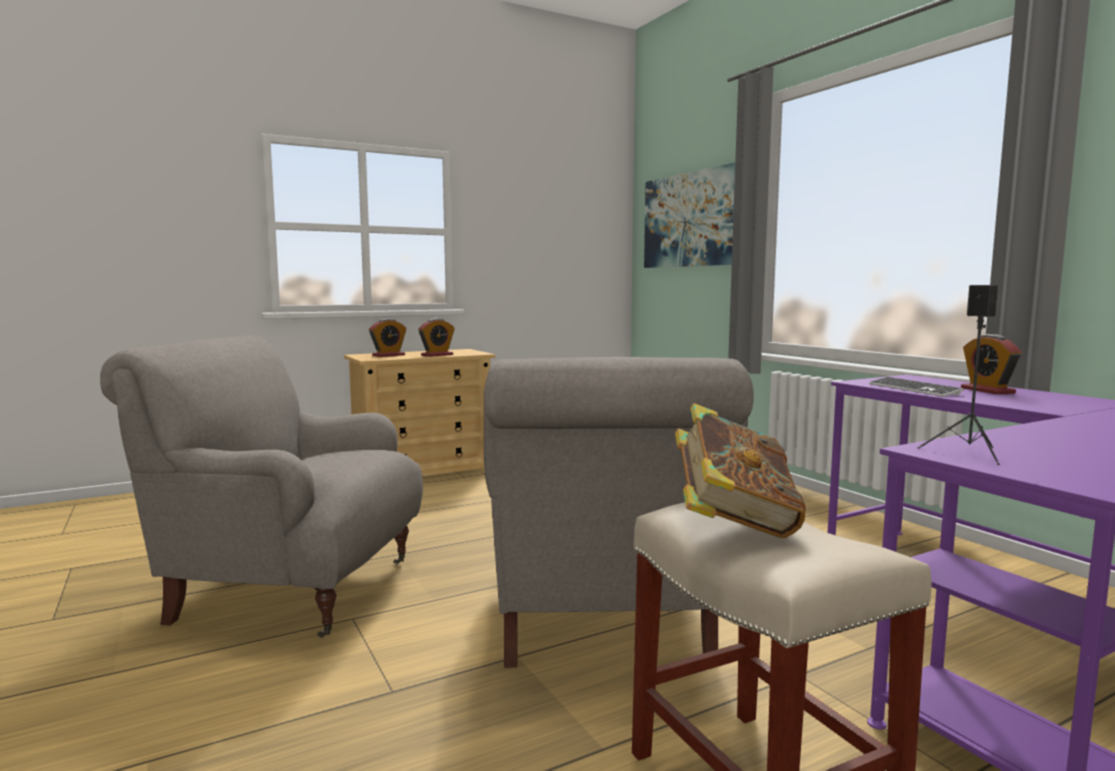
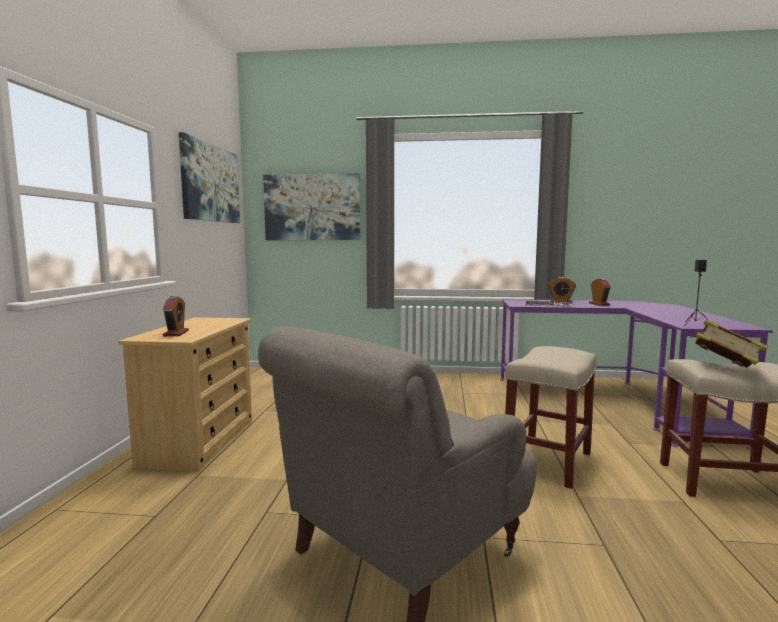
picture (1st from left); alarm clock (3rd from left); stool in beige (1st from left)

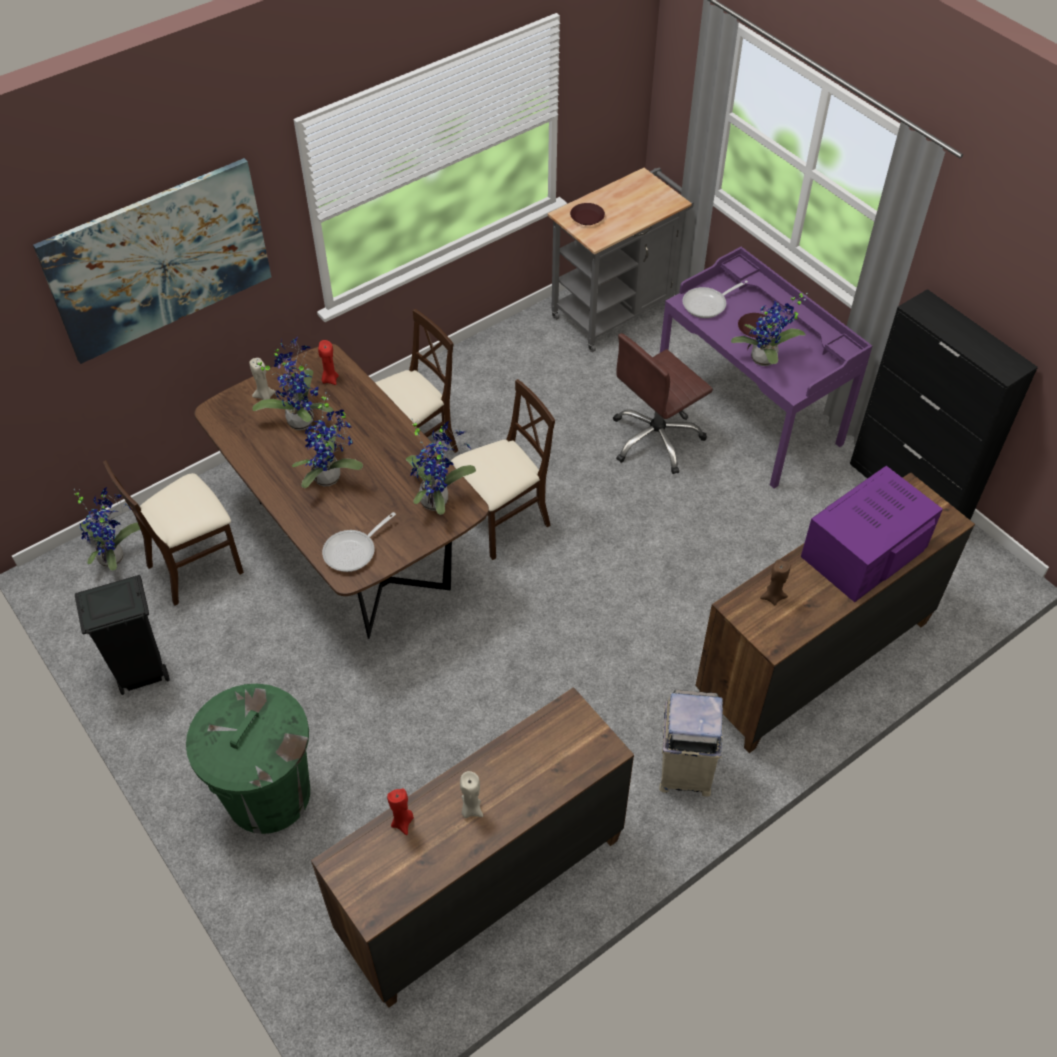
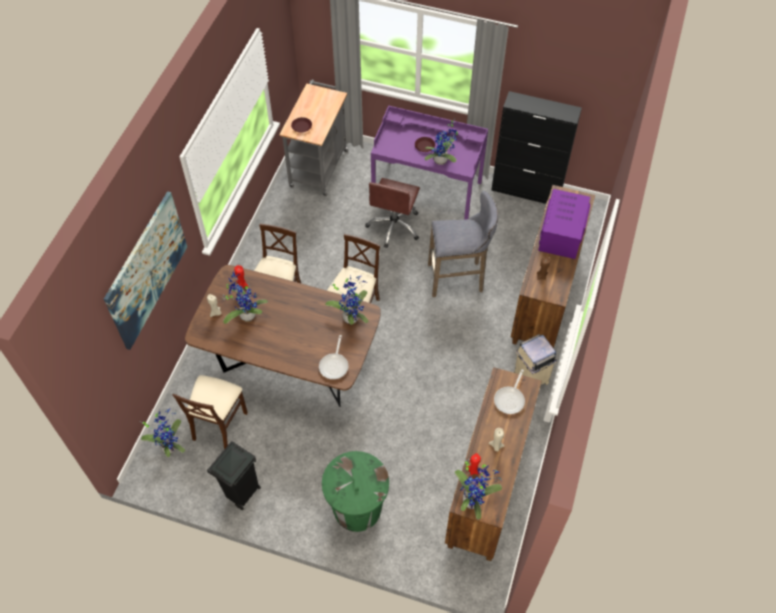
stool in grey; potted plant (5th from left); frying pan (2nd from left)

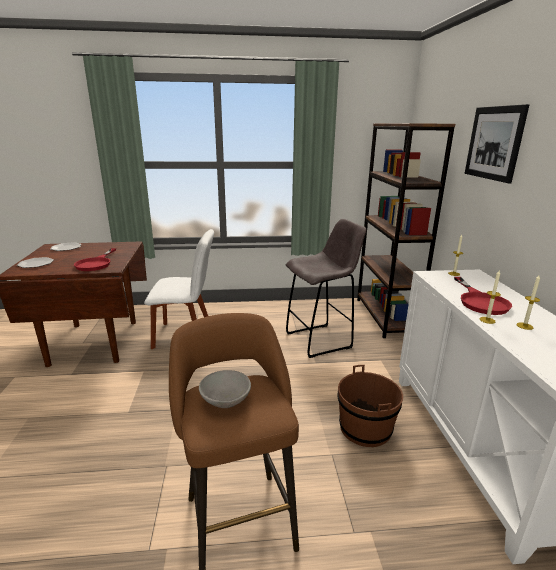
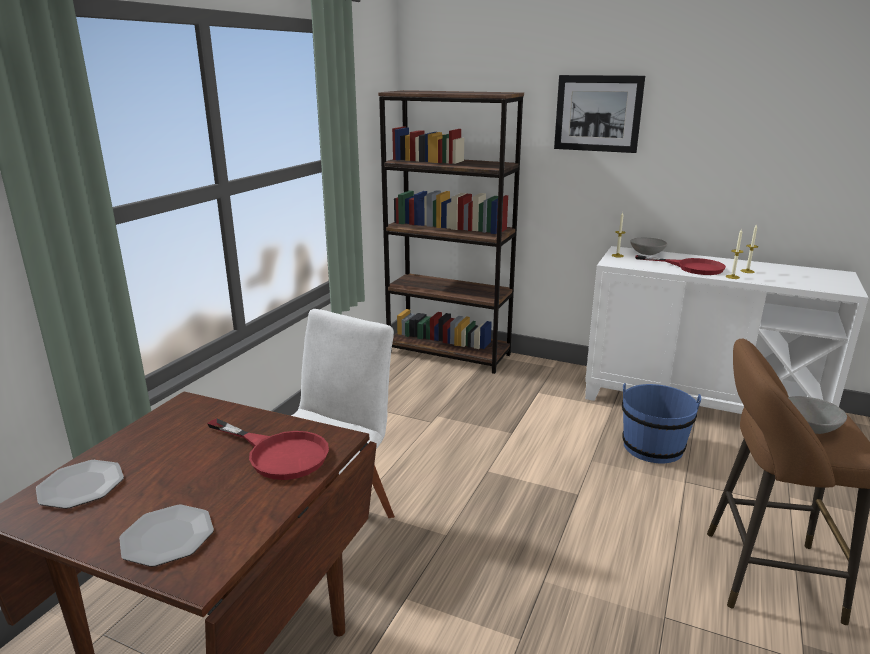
stool in grey; bowl in grey (1st from left); bucket in blue

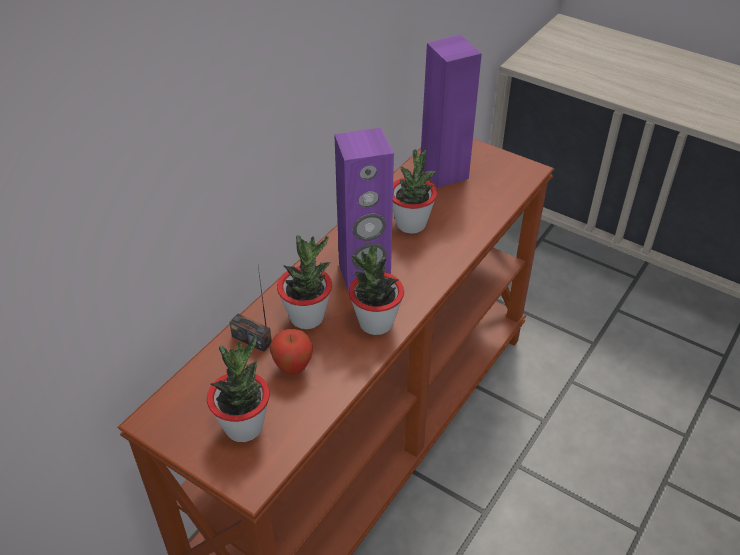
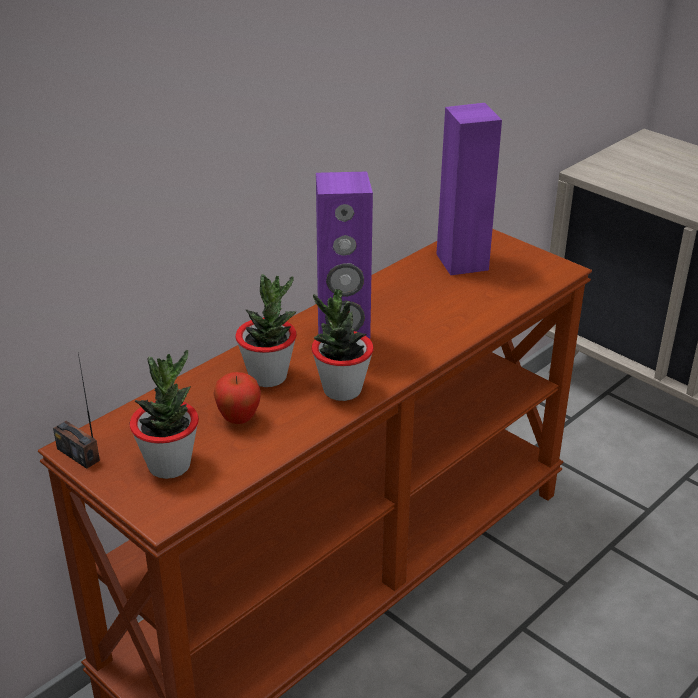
potted plant (4th from left in the first image); radio

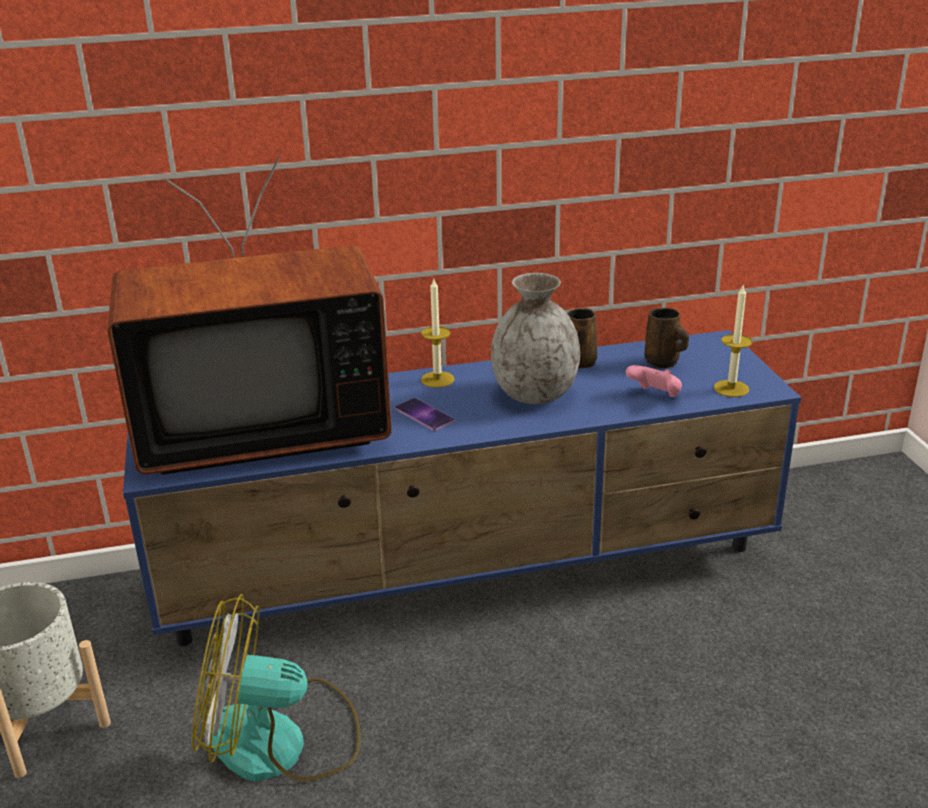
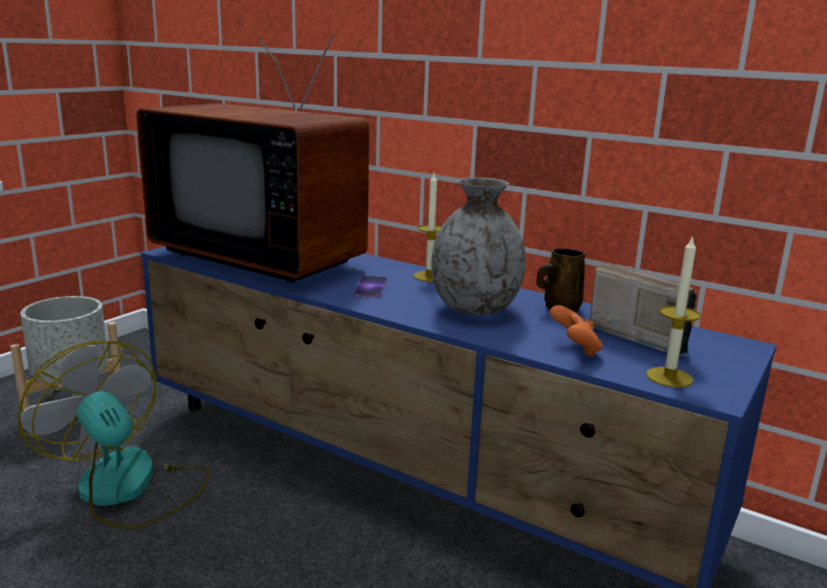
radio; game controller in orange

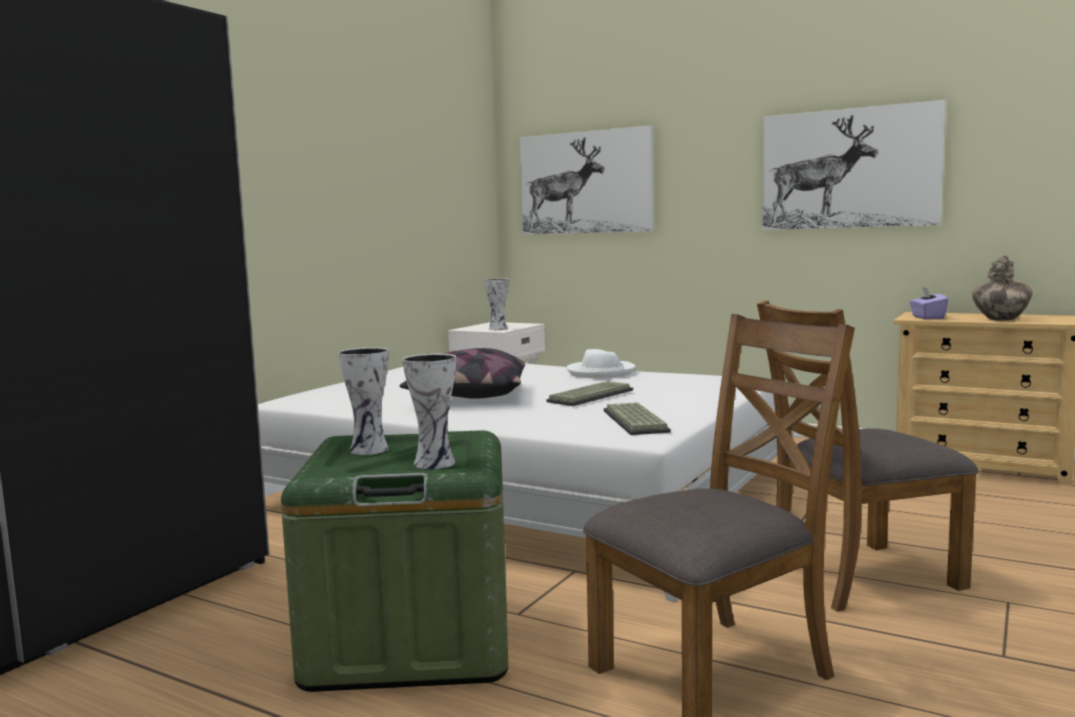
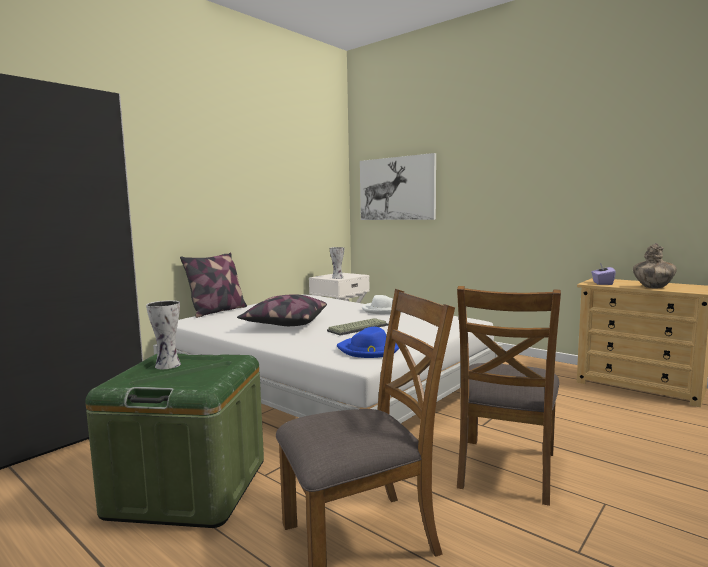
vase (2nd from left in the first image); picture (2nd from left in the first image); pillow (1st from left); hat in blue; chair in brown (2nd from left)

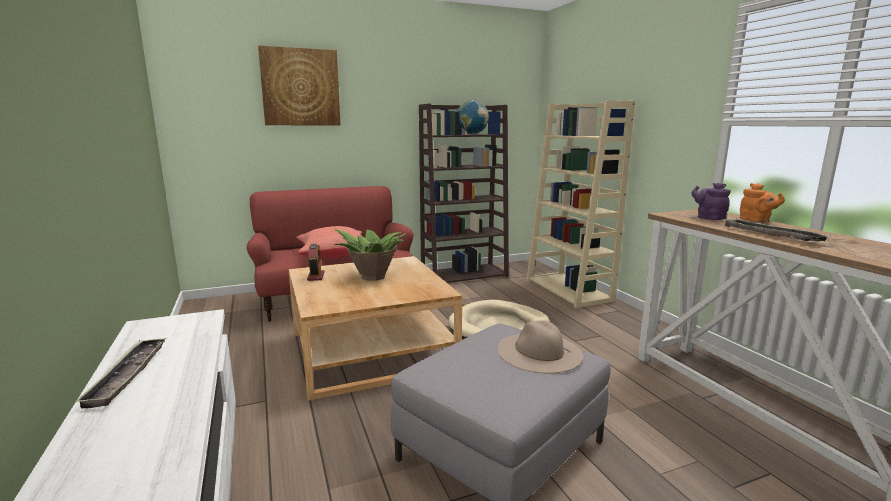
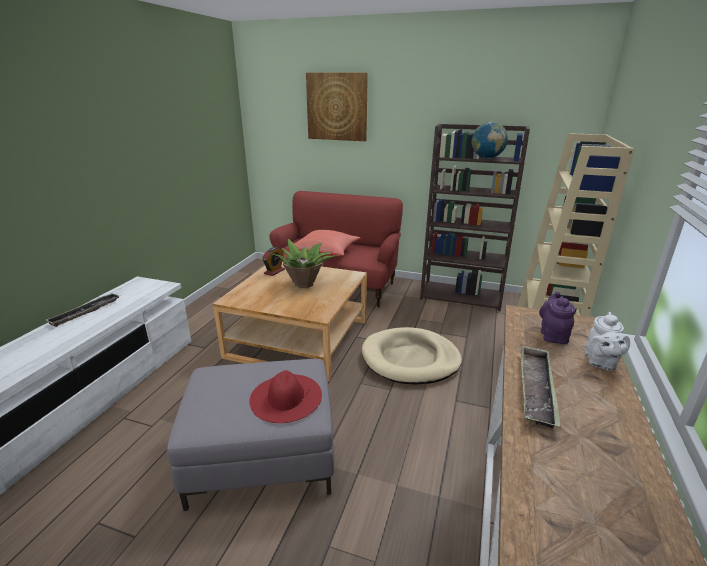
hat in red; teapot in white

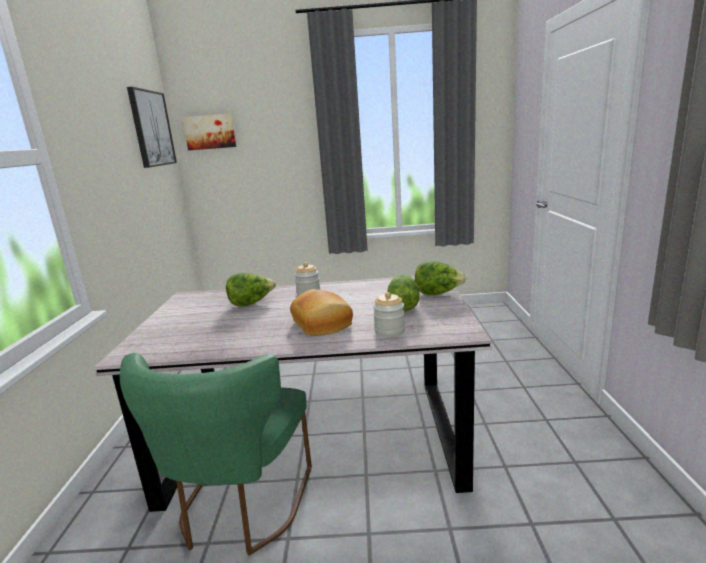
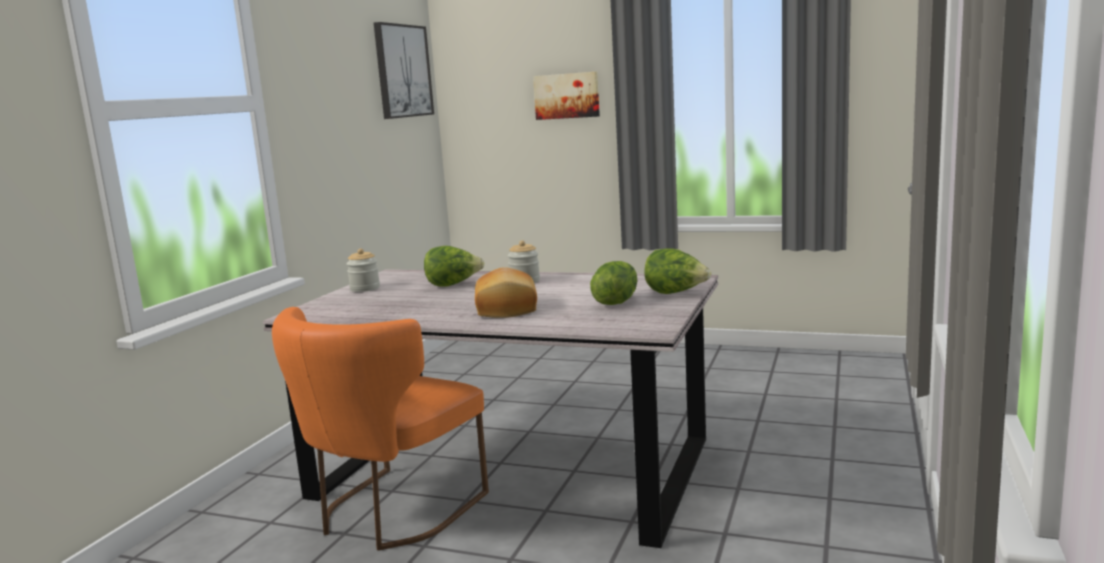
picture (2nd from left); jar (1st from left); chair in orange

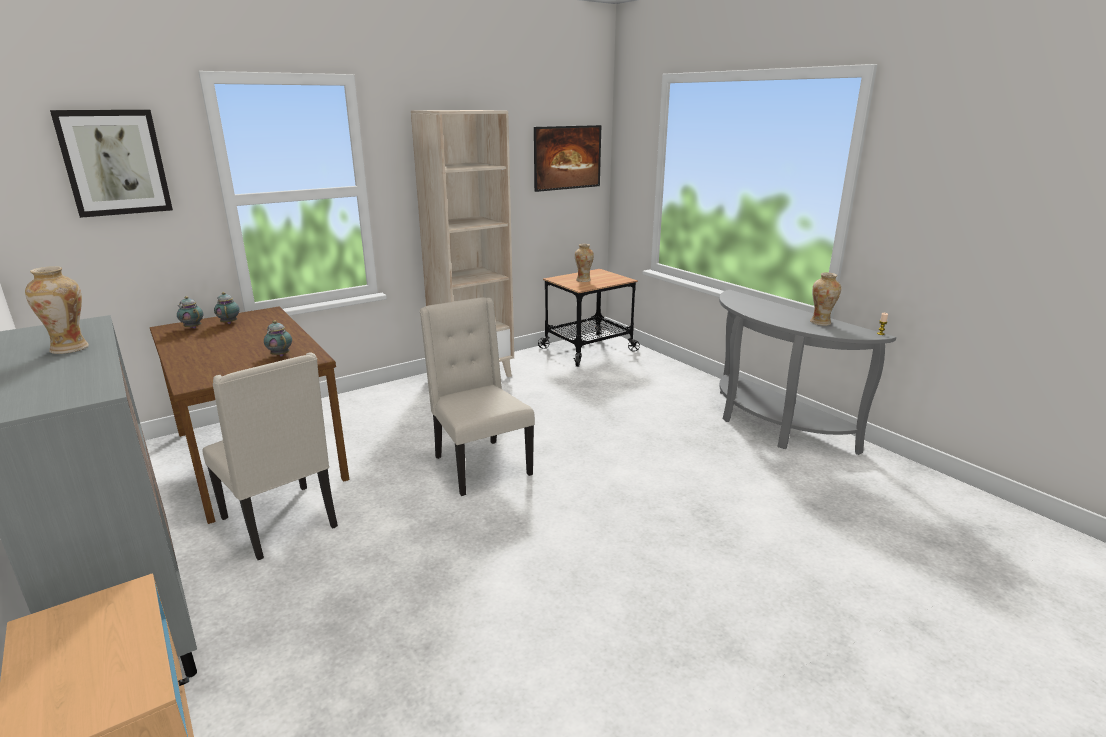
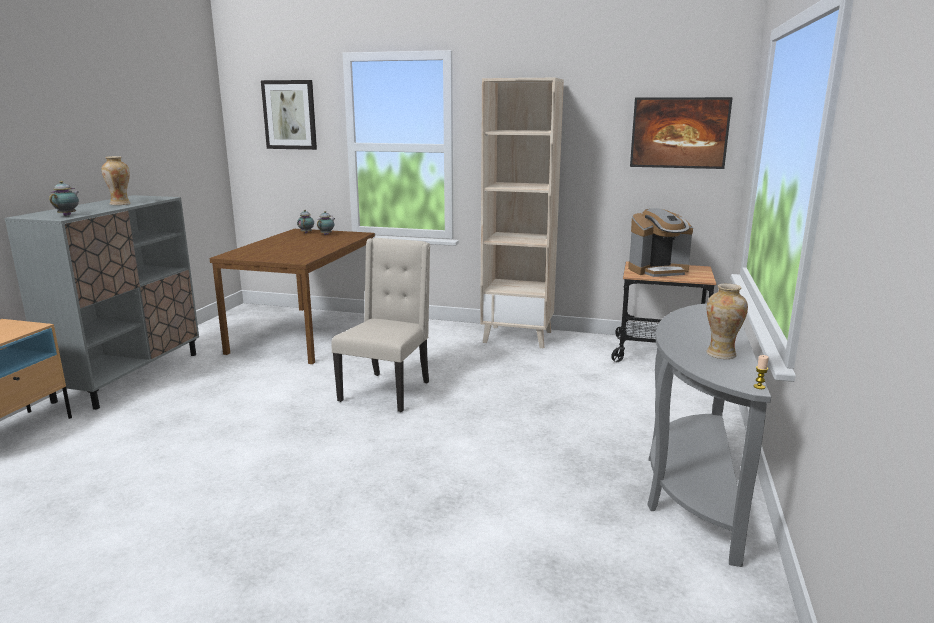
chair in beige (1st from left in the first image); teapot (1st from left); coffee machine

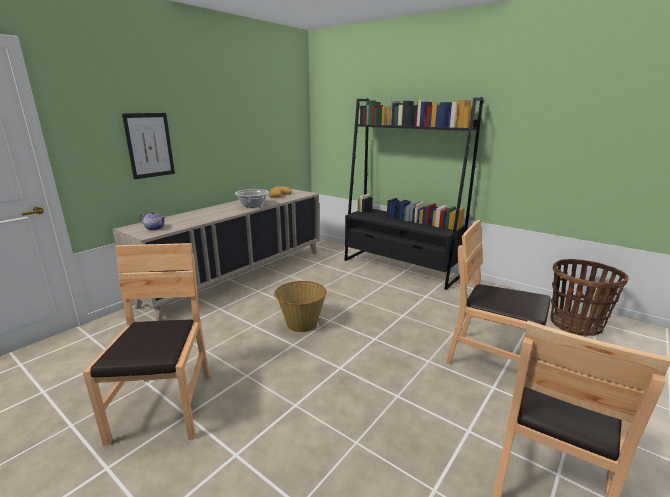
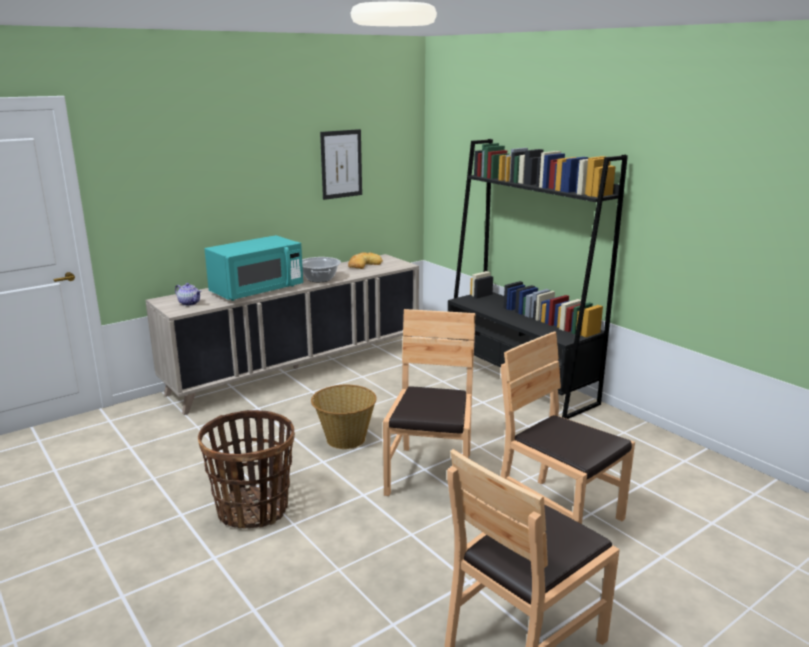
microwave in turquoise; chair in brown (1st from left); picture; basket (1st from left)

